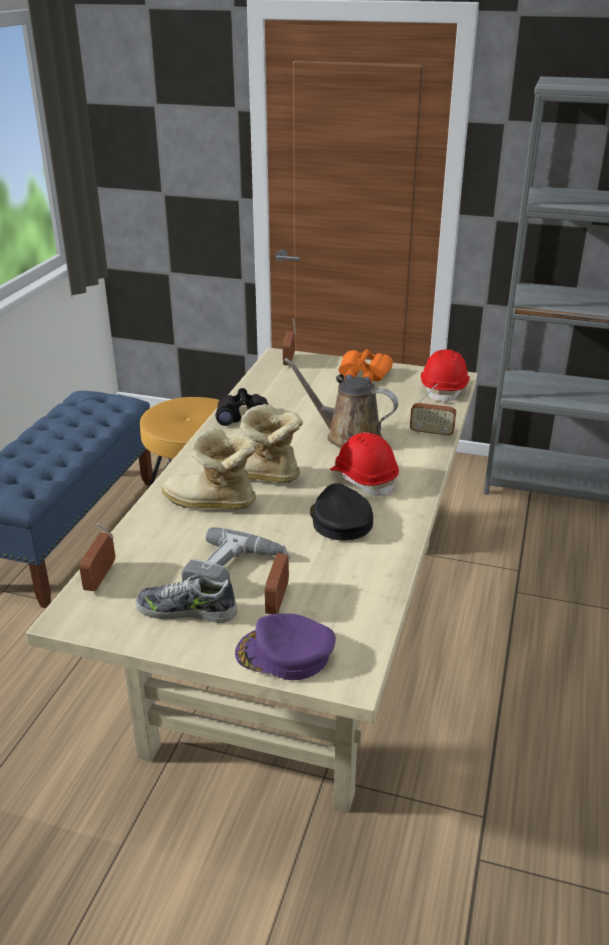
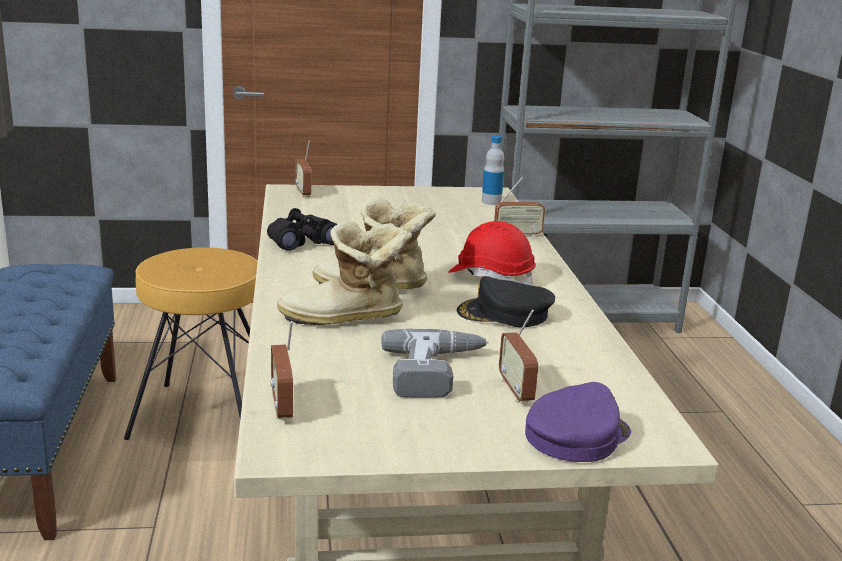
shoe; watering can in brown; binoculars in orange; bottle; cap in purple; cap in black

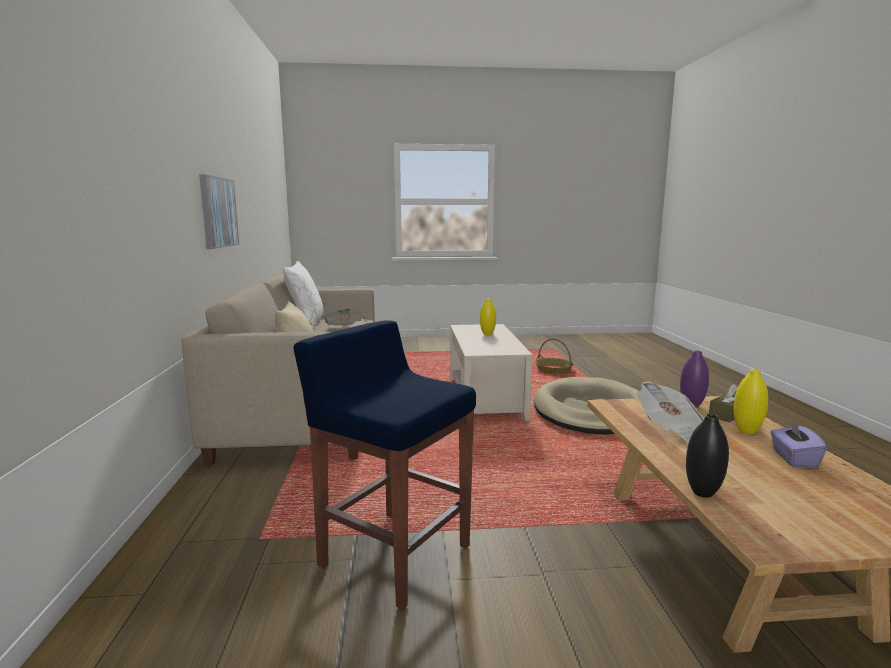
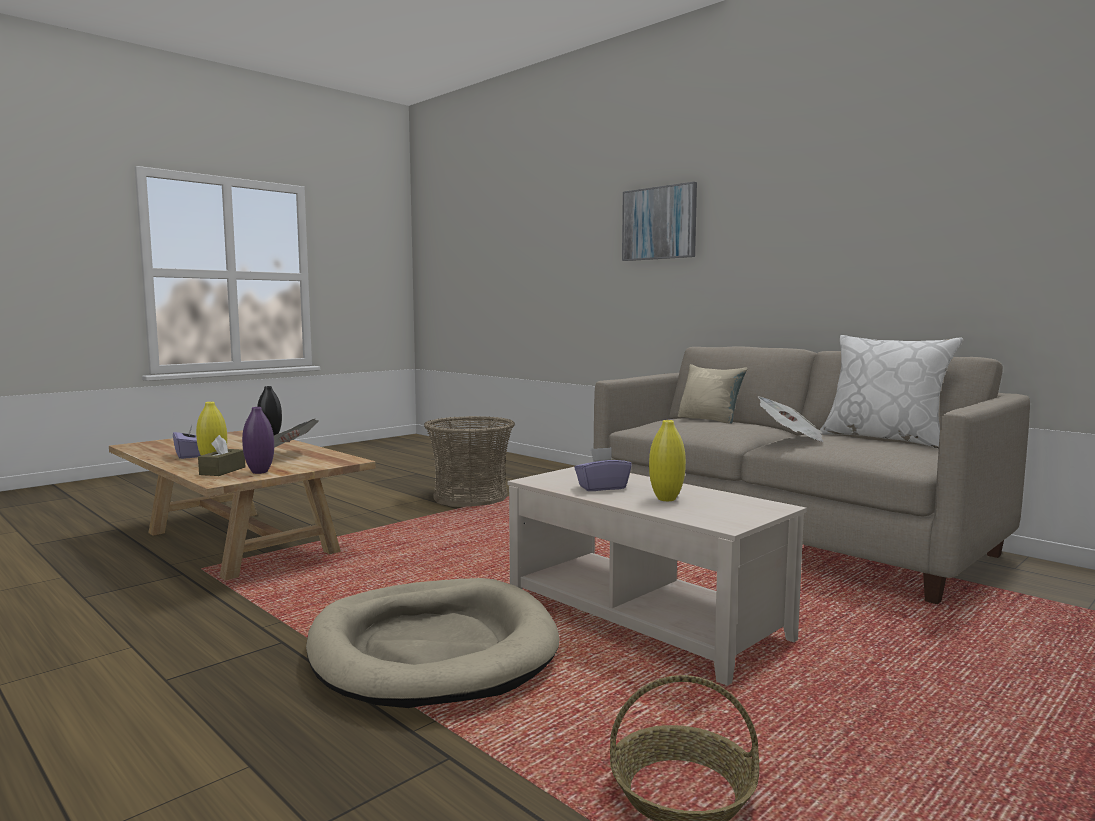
tissue box in purple (2nd from left); picture; basket (1st from left)

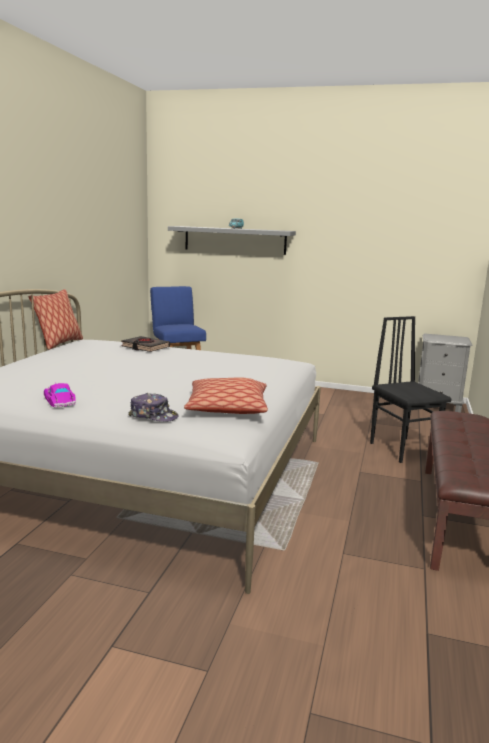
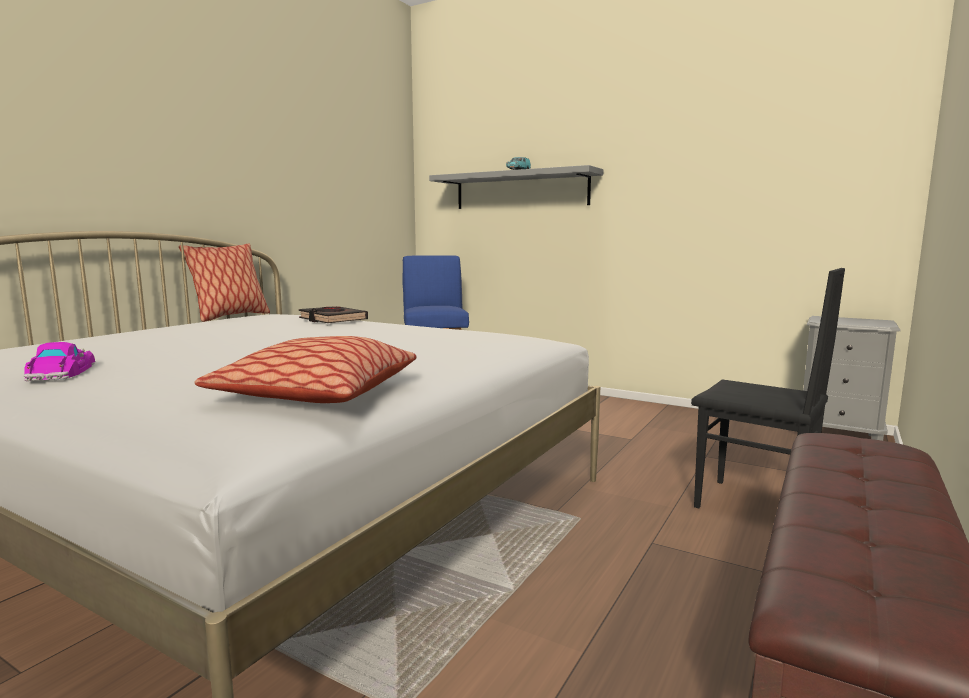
cap; chair in black

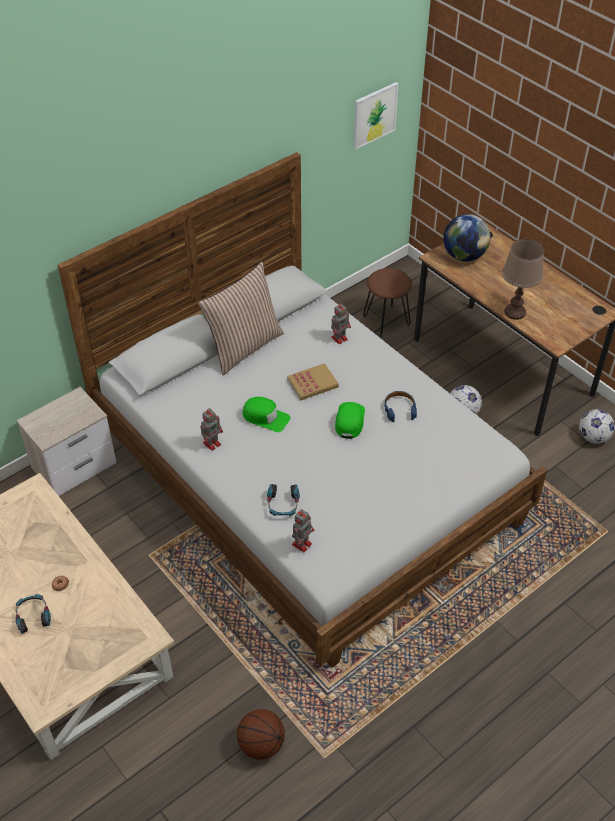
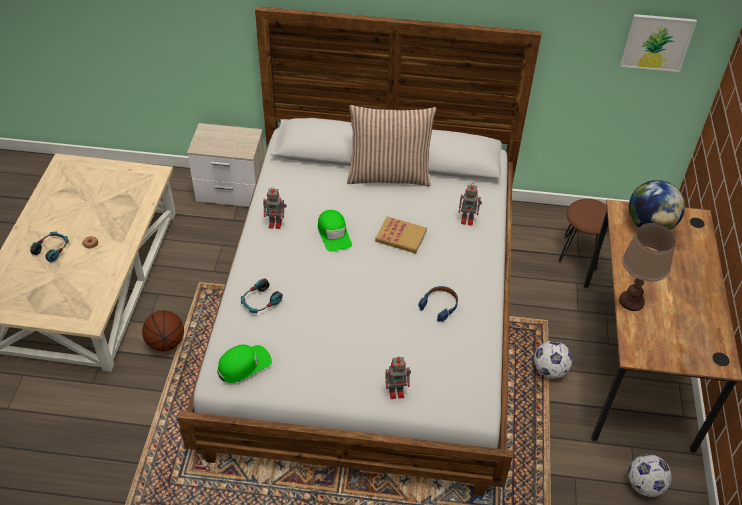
basketball; toy robot (2nd from left); cap in green (1st from left)

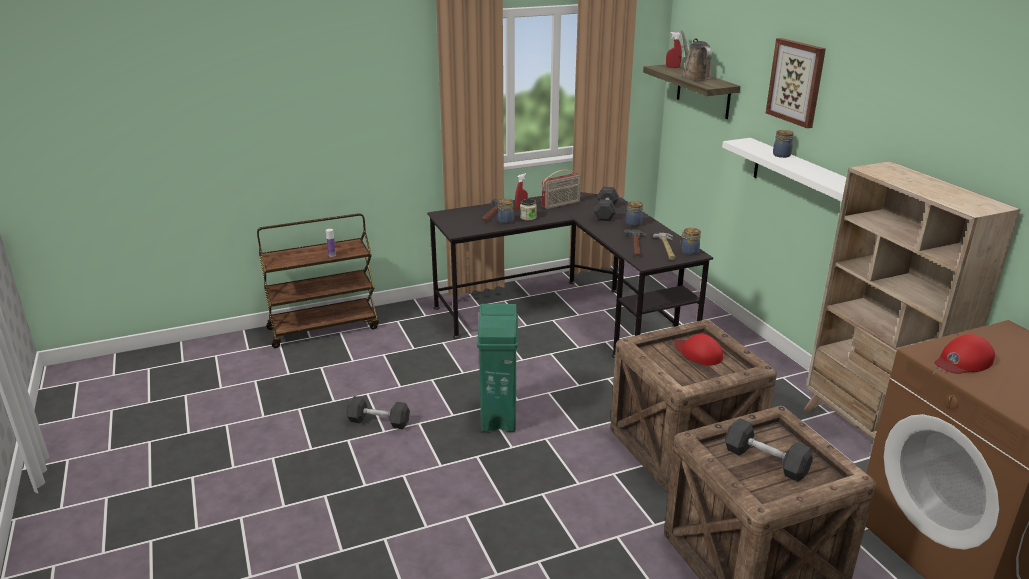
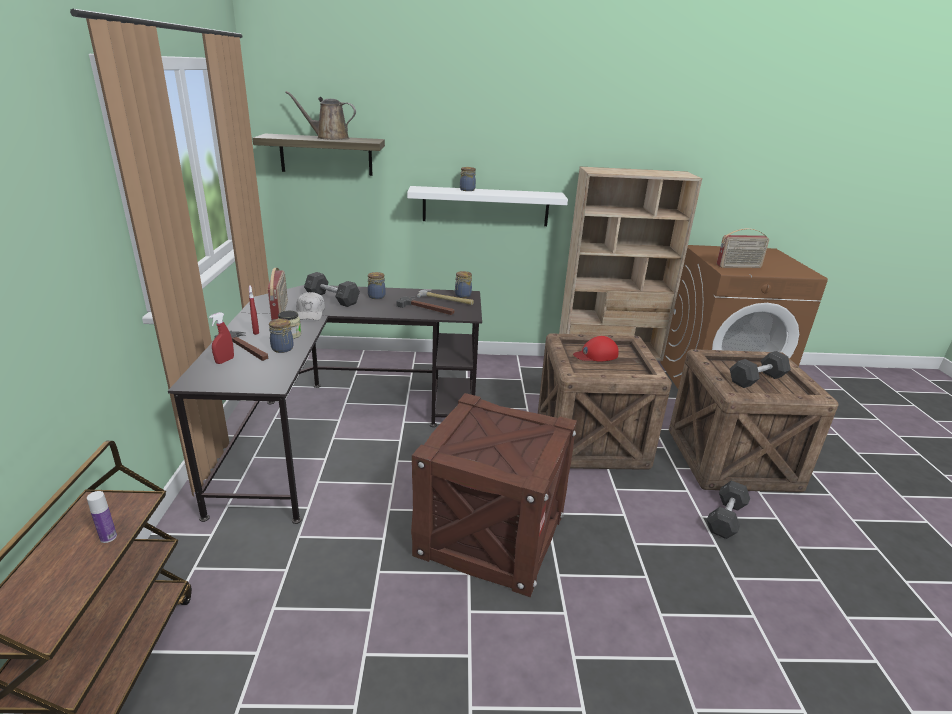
picture; cap in white; dumbbell in grey (2nd from left); spray bottle in red (1st from left); crate (1st from left); radio (2nd from left)

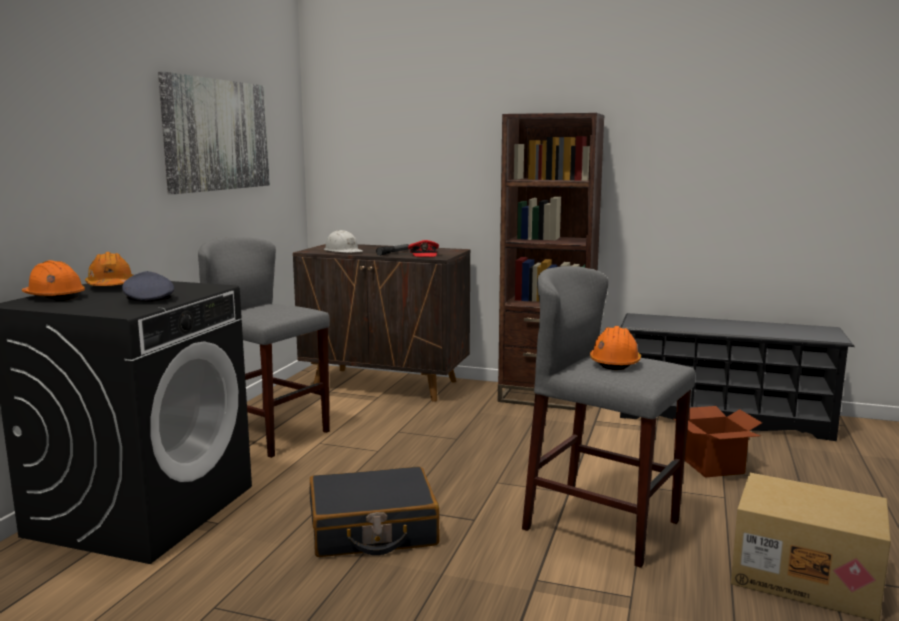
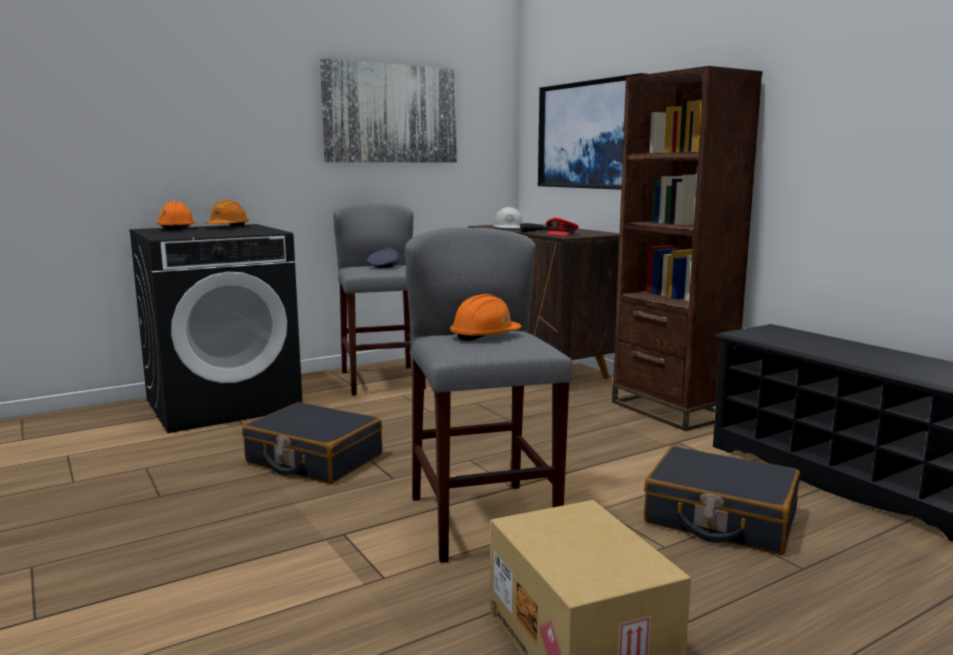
picture (2nd from left); cap in grey; suitcase in black (2nd from left)

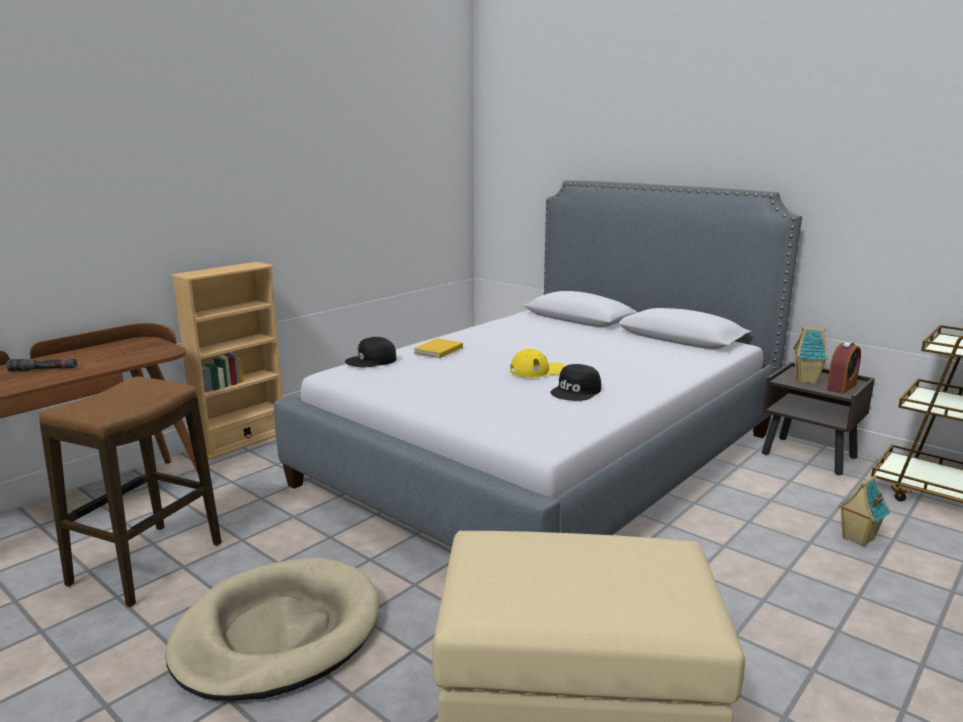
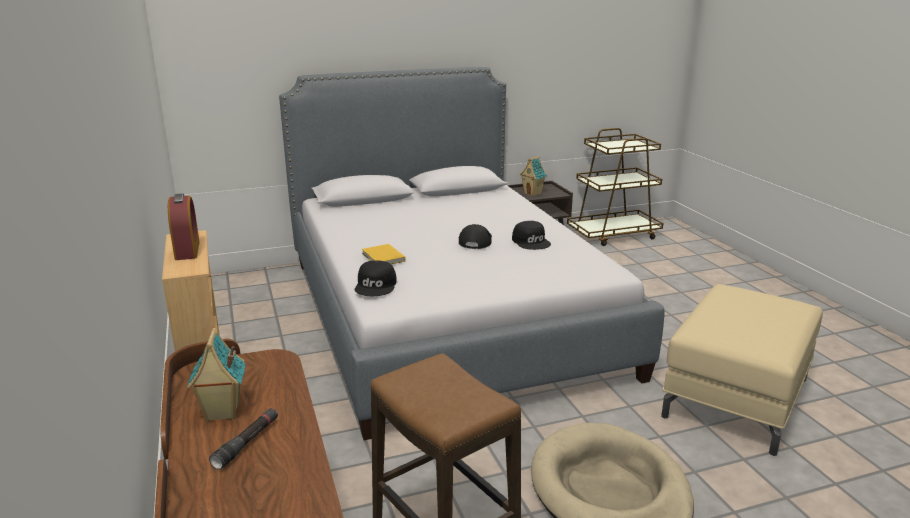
alarm clock; toy house (1st from left); cap in black (2nd from left)

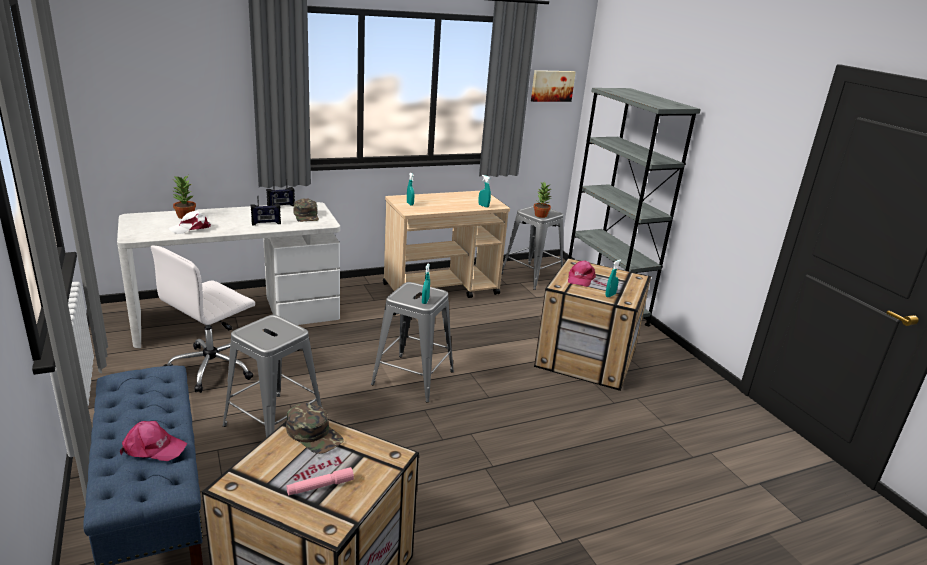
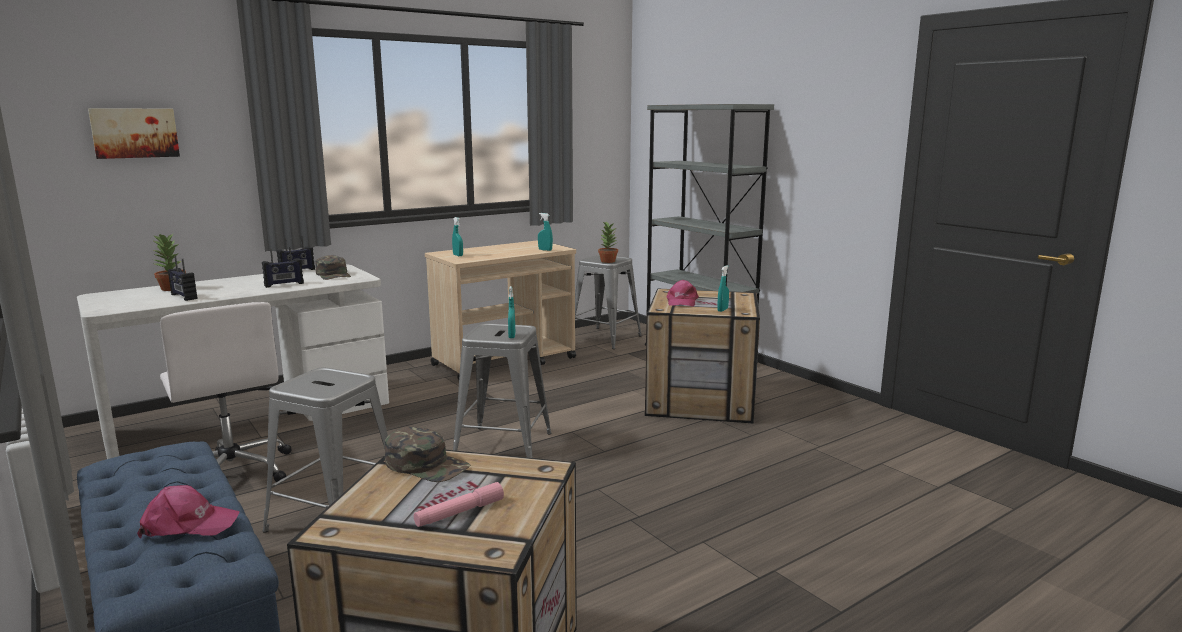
picture; radio (1st from left); office chair in white

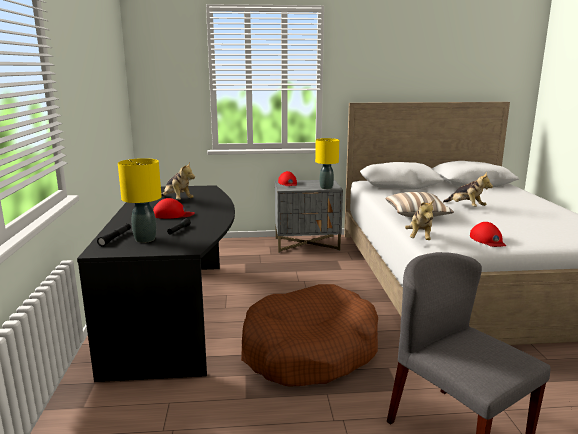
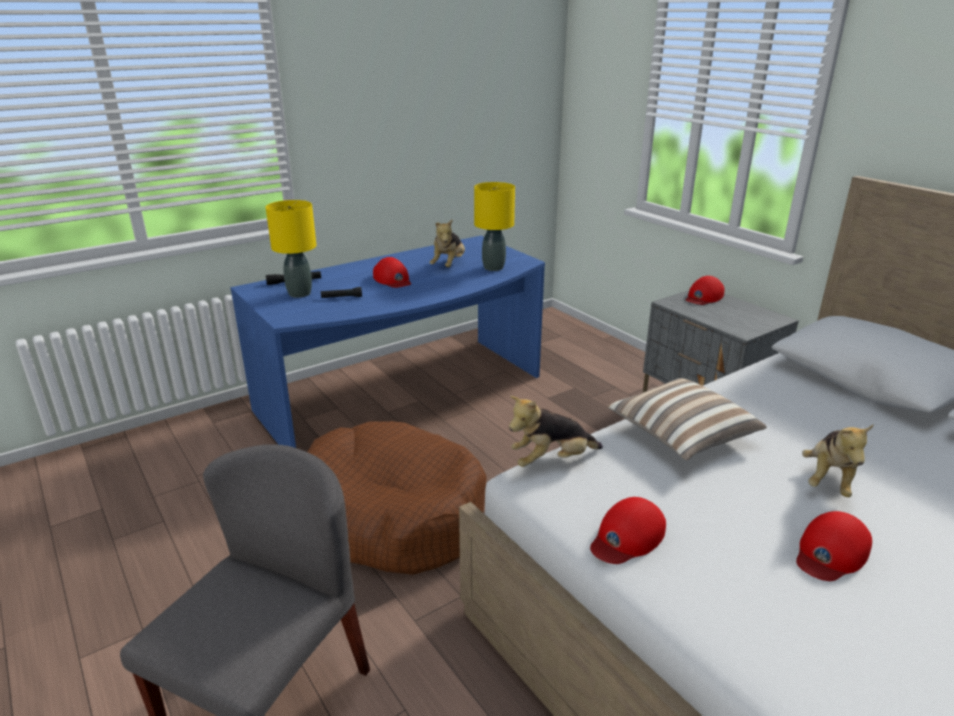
cap in red (4th from left); table lamp in yellow (2nd from left); desk in blue

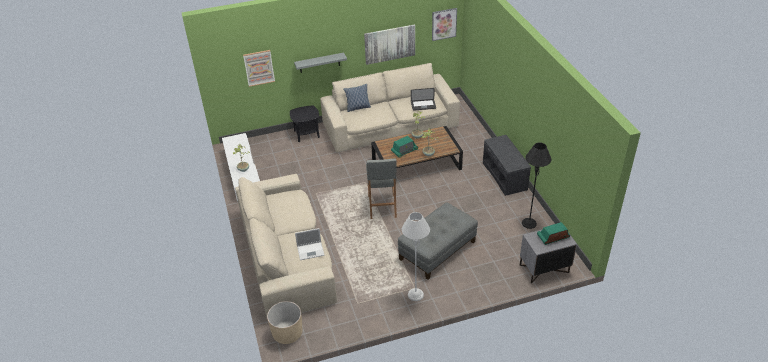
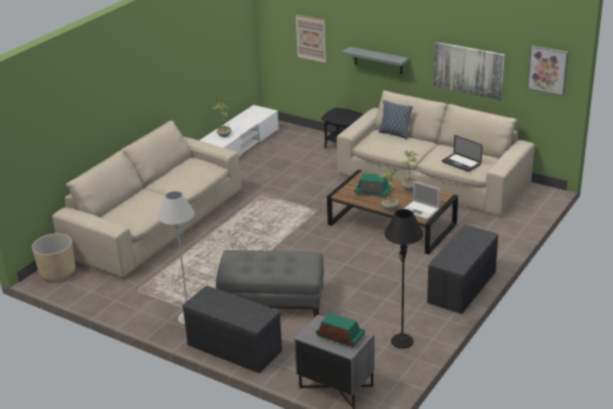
stool in grey; bench in grey (1st from left); laptop (1st from left)

